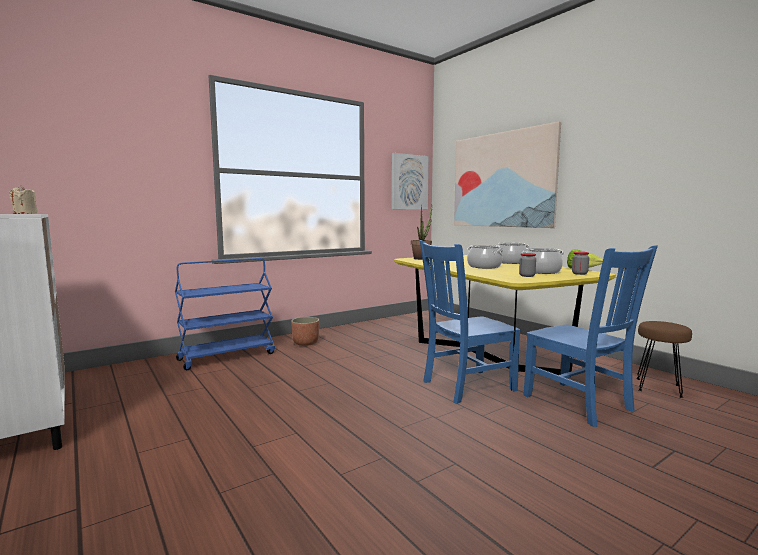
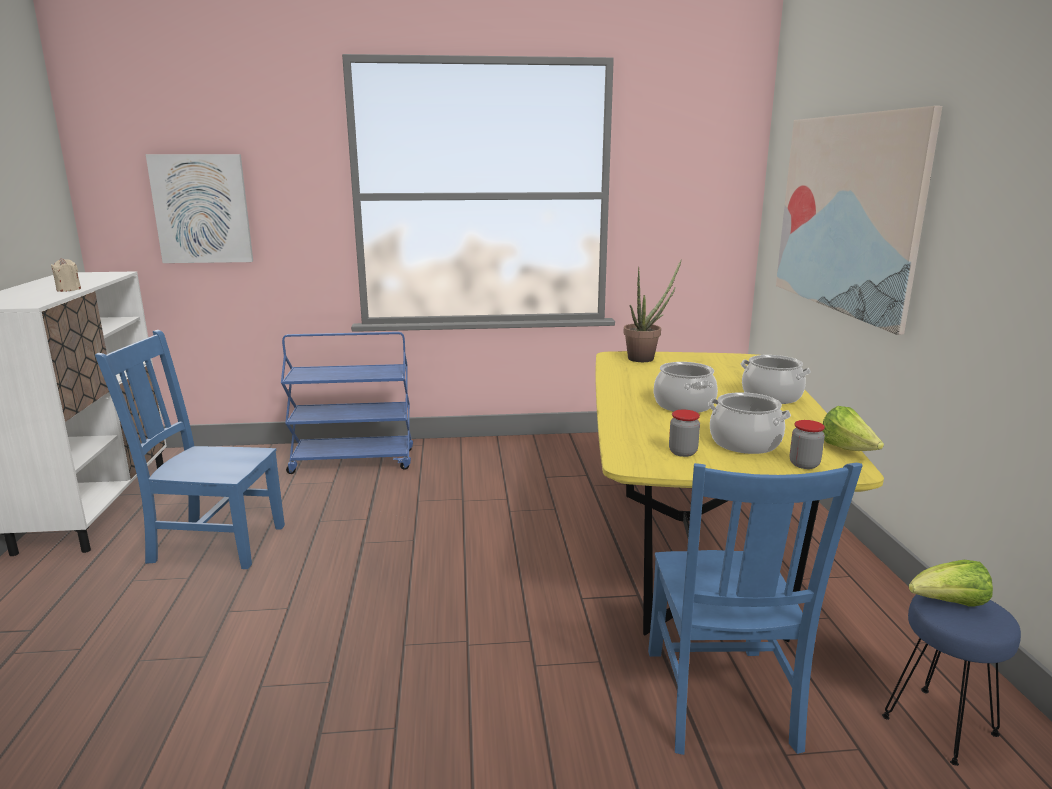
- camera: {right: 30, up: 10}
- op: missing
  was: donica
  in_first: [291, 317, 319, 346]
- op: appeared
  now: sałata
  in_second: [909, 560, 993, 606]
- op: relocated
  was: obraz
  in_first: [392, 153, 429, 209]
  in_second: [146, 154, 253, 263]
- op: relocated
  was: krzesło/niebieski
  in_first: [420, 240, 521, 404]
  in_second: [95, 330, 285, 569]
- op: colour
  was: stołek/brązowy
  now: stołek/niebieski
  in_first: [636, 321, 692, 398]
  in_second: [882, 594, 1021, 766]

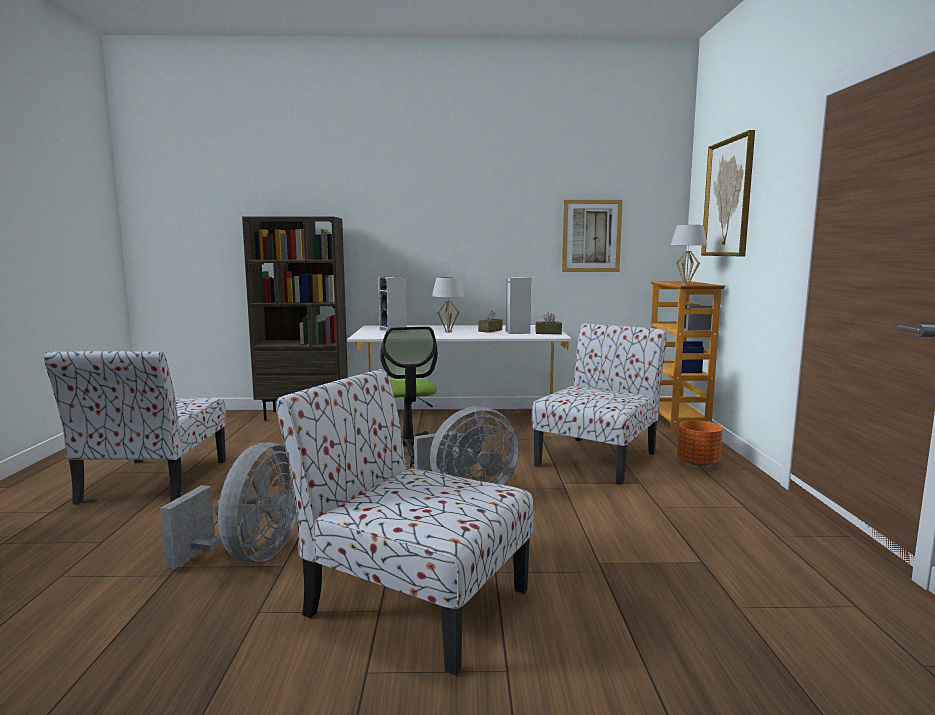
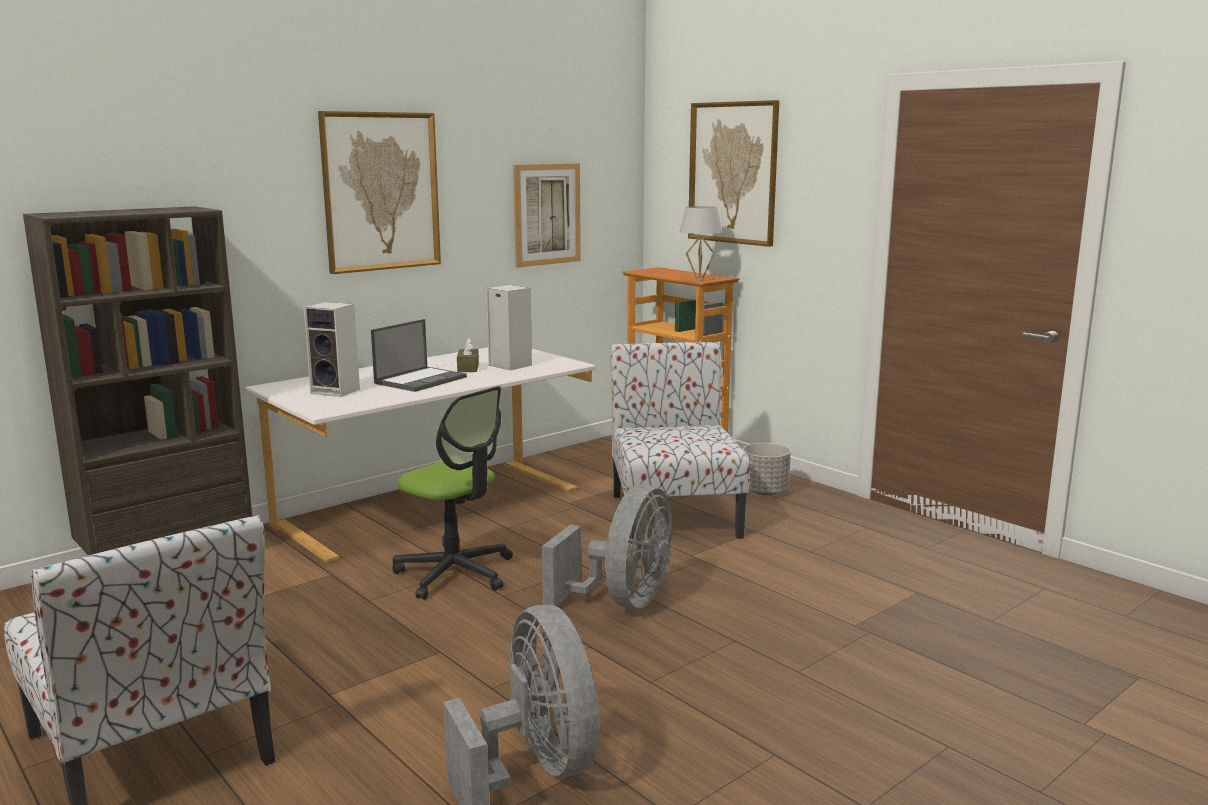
- camera: {right: -40, up: 5}
- op: missing
  was: krzesło
  in_first: [276, 369, 534, 675]
- op: missing
  was: pudełko chusteczek/brązowy
  in_first: [535, 312, 562, 334]
- op: appeared
  now: obraz
  in_second: [318, 111, 441, 274]
- op: exchanged
  was: lampa stołowa/biały
  now: laptop
  in_first: [432, 277, 464, 333]
  in_second: [371, 319, 467, 392]
- op: colour
  was: donica/pomarańczowy
  now: donica/szary
  in_first: [677, 421, 723, 466]
  in_second: [743, 443, 791, 495]

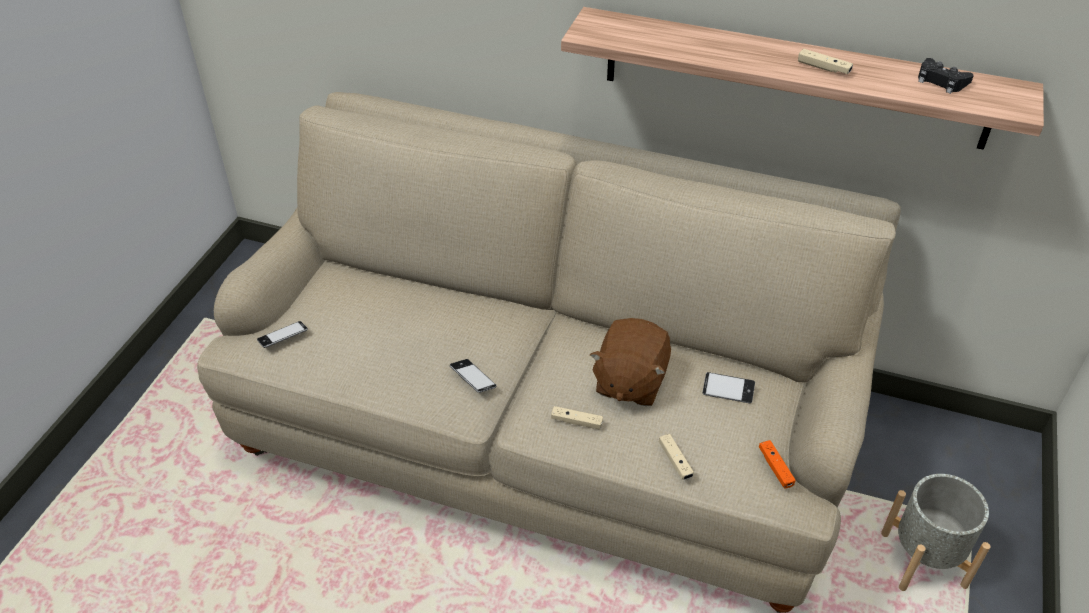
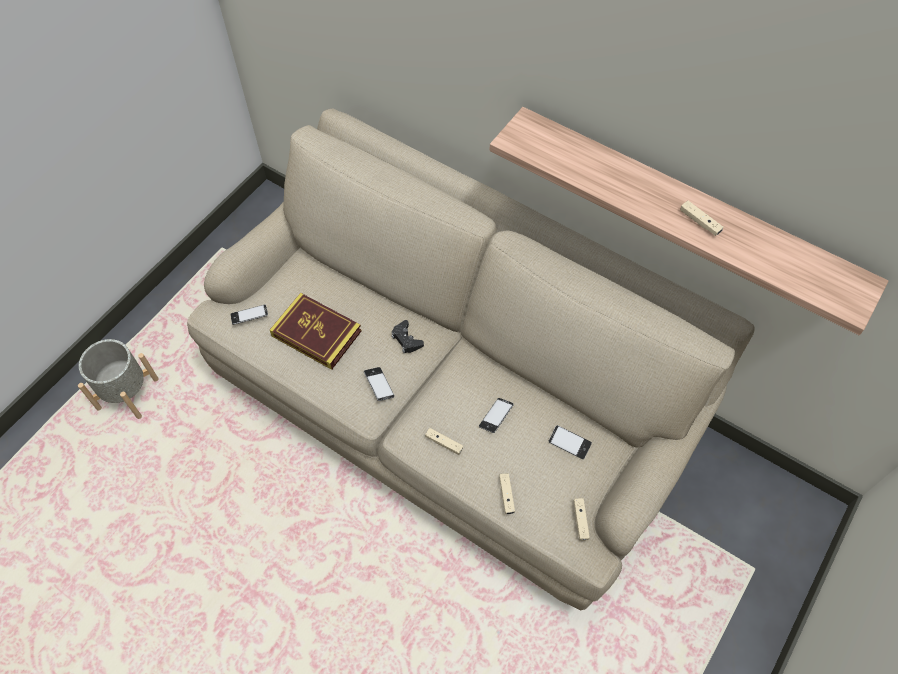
- camera: {right: 15, up: 15}
- op: appeared
  now: książka
  in_second: [270, 293, 362, 370]
- op: relocated
  was: donica/szary
  in_first: [881, 474, 991, 591]
  in_second: [78, 339, 159, 419]
- op: relocated
  was: pad do gier/czarny
  in_first: [918, 58, 974, 94]
  in_second: [392, 320, 424, 353]
- op: exchanged
  was: pluszak/brązowy
  now: telefon
  in_first: [590, 318, 671, 406]
  in_second: [479, 398, 514, 433]
- op: colour
  was: pad do gier/pomarańczowy
  now: pad do gier/beżowy
  in_first: [759, 440, 796, 489]
  in_second: [574, 498, 590, 541]

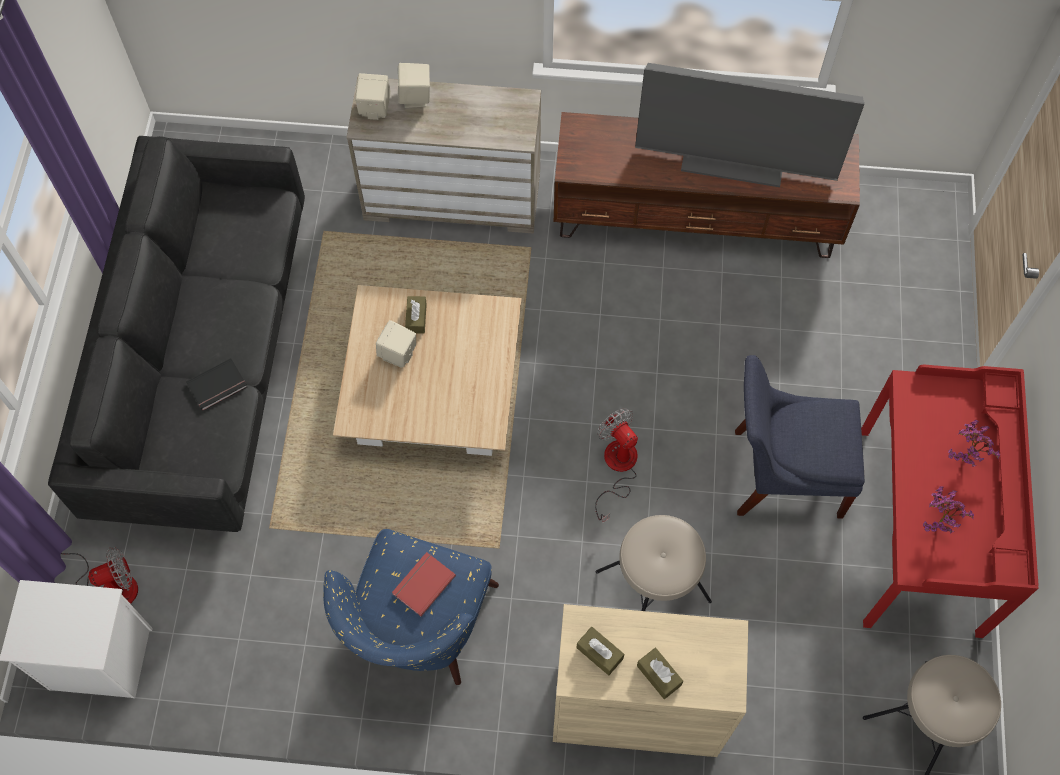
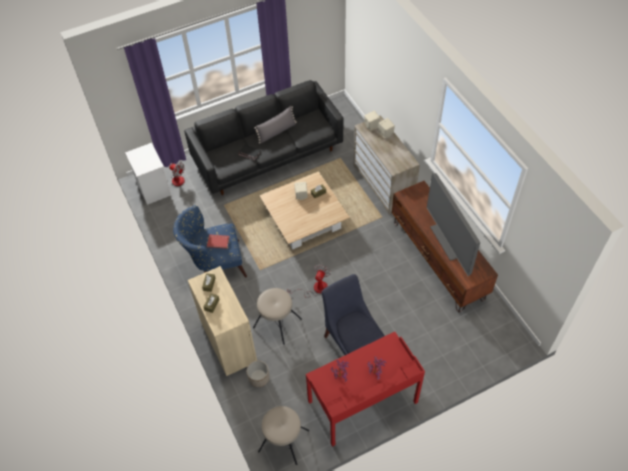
- camera: {right: 60, up: -10}
- op: appeared
  now: donica
  in_second: [247, 360, 270, 387]
- op: appeared
  now: poduszka/szary
  in_second: [254, 106, 297, 143]

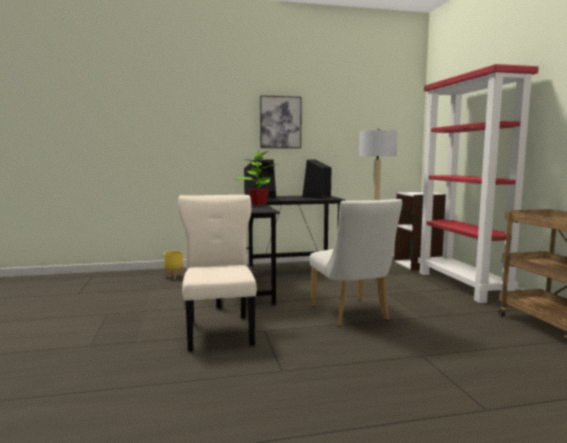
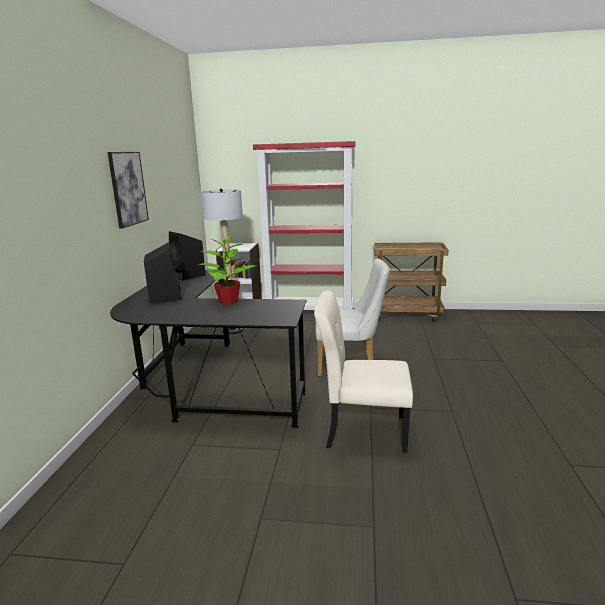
- camera: {right: -70, up: 10}
- op: missing
  was: donica/żółty
  in_first: [164, 251, 184, 280]

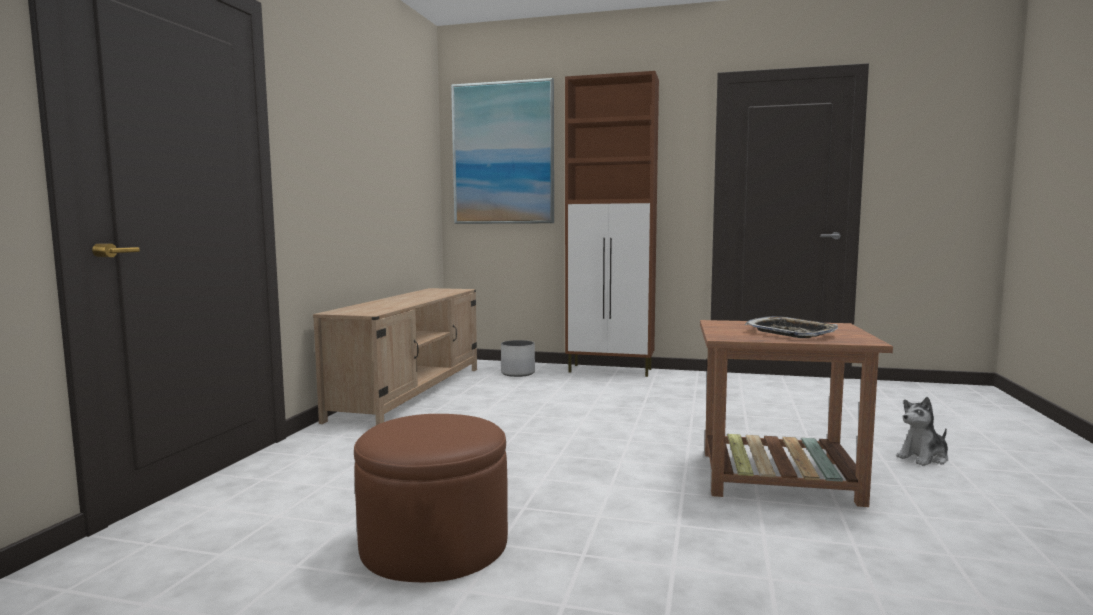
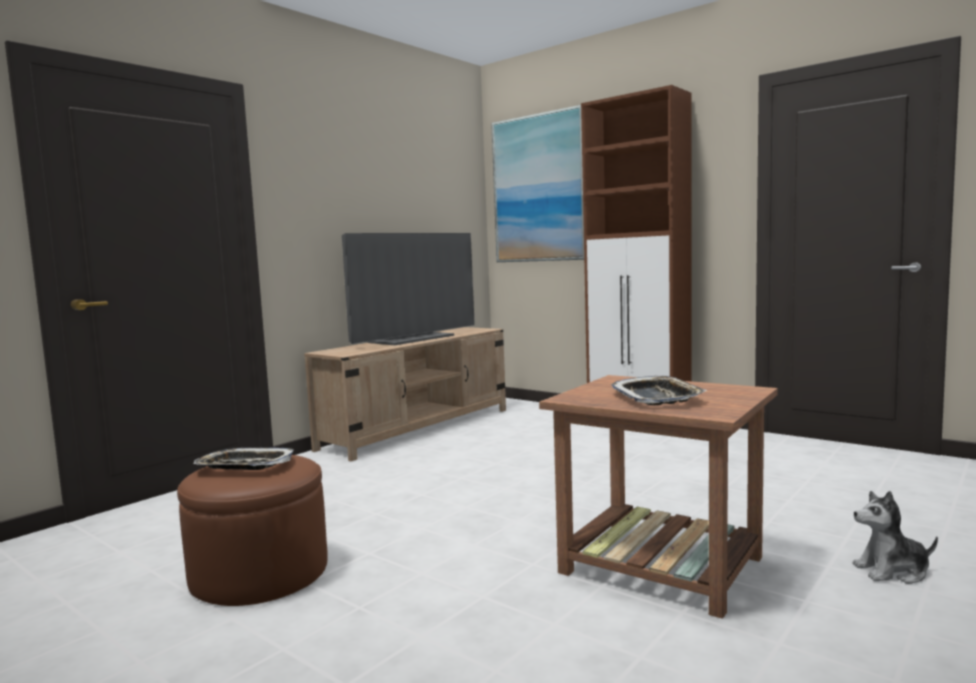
- camera: {right: 25, up: 0}
- op: missing
  was: donica/biały
  in_first: [501, 340, 535, 377]
- op: appeared
  now: taca
  in_second: [194, 448, 293, 470]
- op: appeared
  now: telewizor
  in_second: [342, 233, 475, 345]

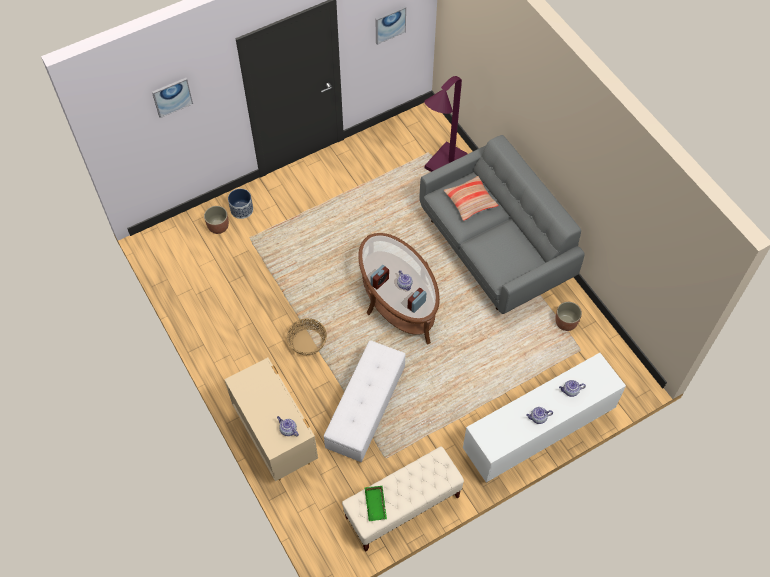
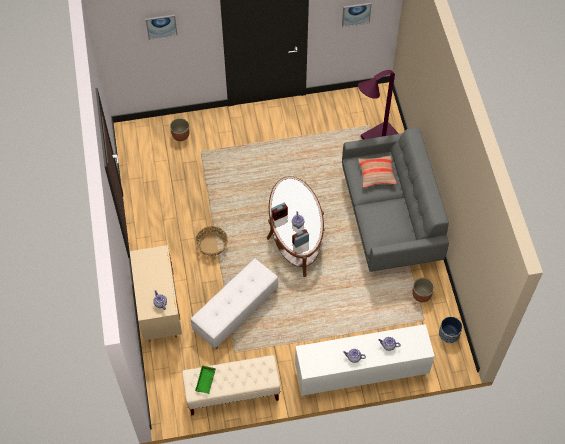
- camera: {right: 20, up: 0}
- op: relocated
  was: donica
  in_first: [228, 189, 253, 219]
  in_second: [439, 317, 462, 344]

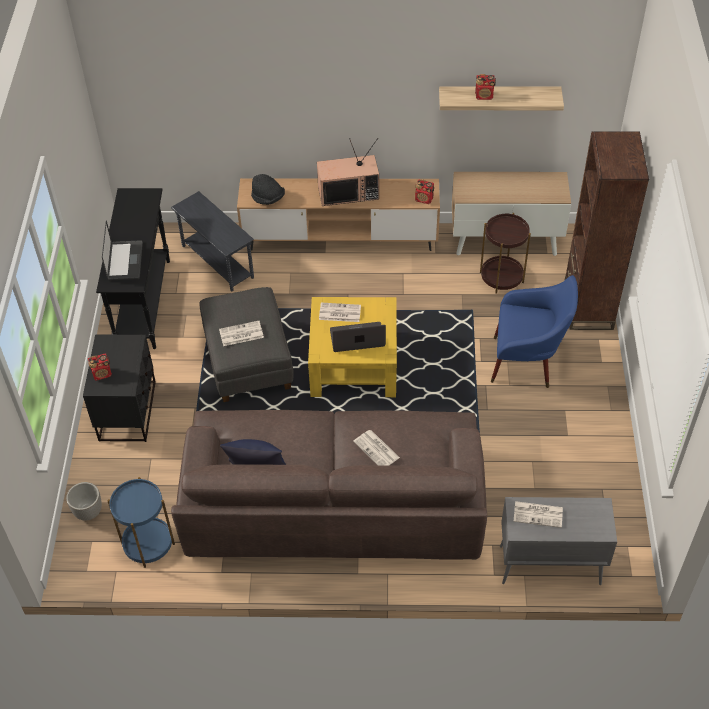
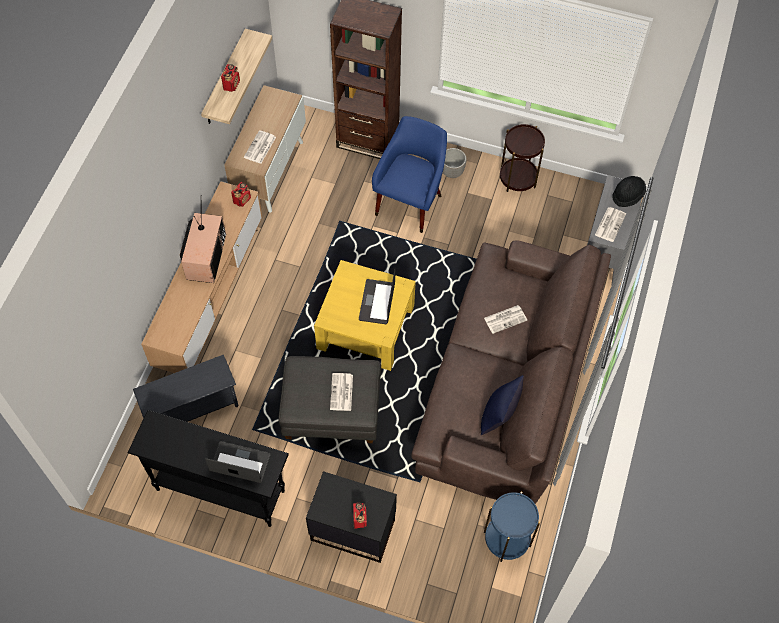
- camera: {right: -75, up: 10}
- op: relocated
  was: donica
  in_first: [66, 482, 102, 520]
  in_second: [443, 148, 467, 178]
- op: relocated
  was: kapelusz/czarny
  in_first: [251, 174, 285, 205]
  in_second: [612, 176, 646, 207]
- op: relocated
  was: gazeta
  in_first: [319, 303, 361, 322]
  in_second: [244, 130, 276, 164]
- op: relocated
  was: stolik/brązowy
  in_first: [480, 213, 531, 293]
  in_second: [500, 124, 545, 192]

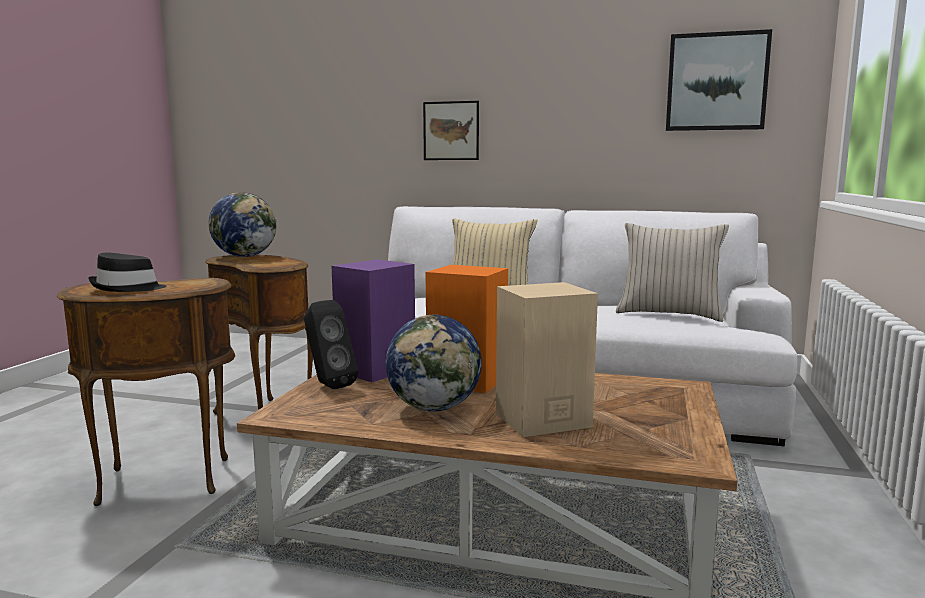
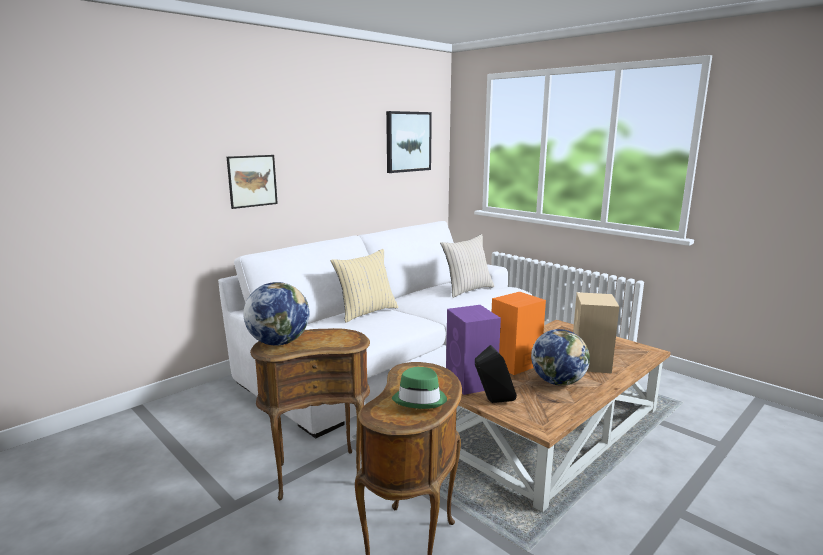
- camera: {right: -60, up: 5}
- op: colour
  was: kapelusz/czarny
  now: kapelusz/zielony
  in_first: [88, 253, 167, 292]
  in_second: [392, 367, 447, 409]

